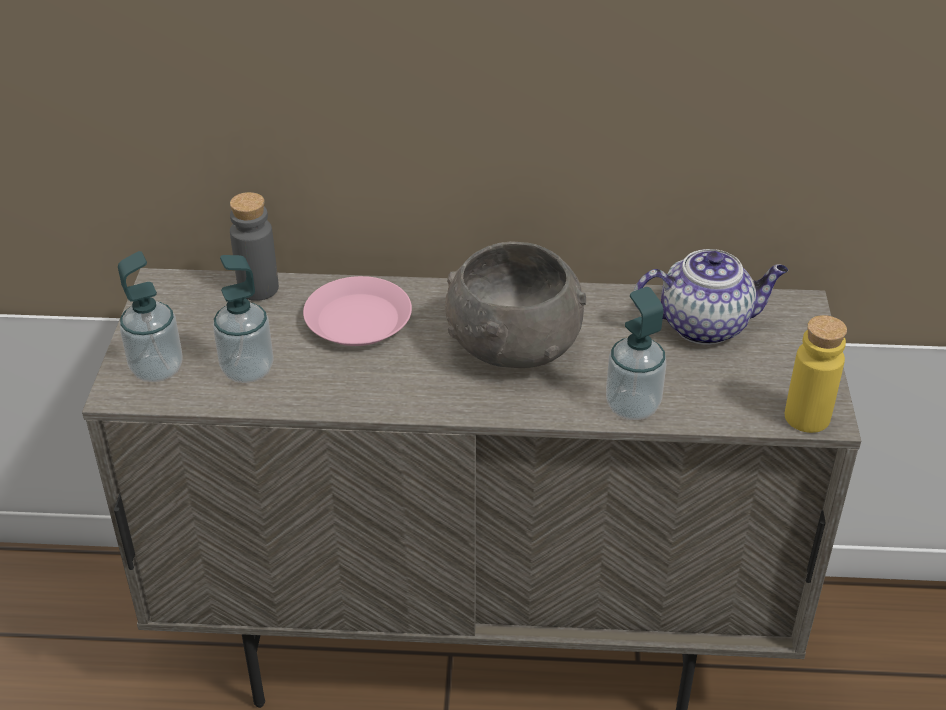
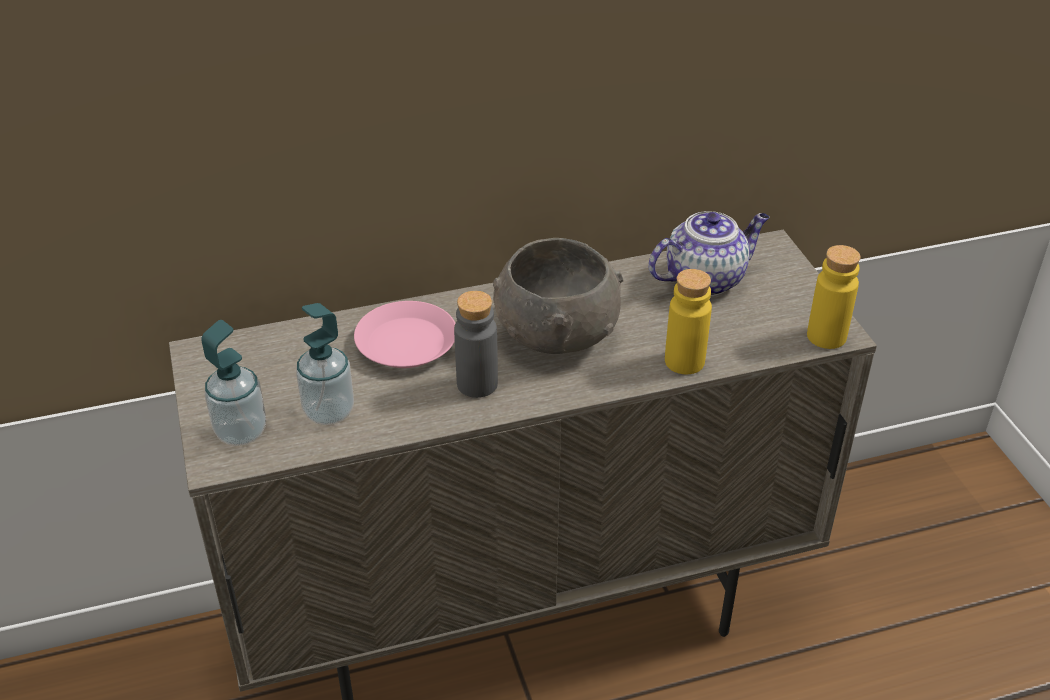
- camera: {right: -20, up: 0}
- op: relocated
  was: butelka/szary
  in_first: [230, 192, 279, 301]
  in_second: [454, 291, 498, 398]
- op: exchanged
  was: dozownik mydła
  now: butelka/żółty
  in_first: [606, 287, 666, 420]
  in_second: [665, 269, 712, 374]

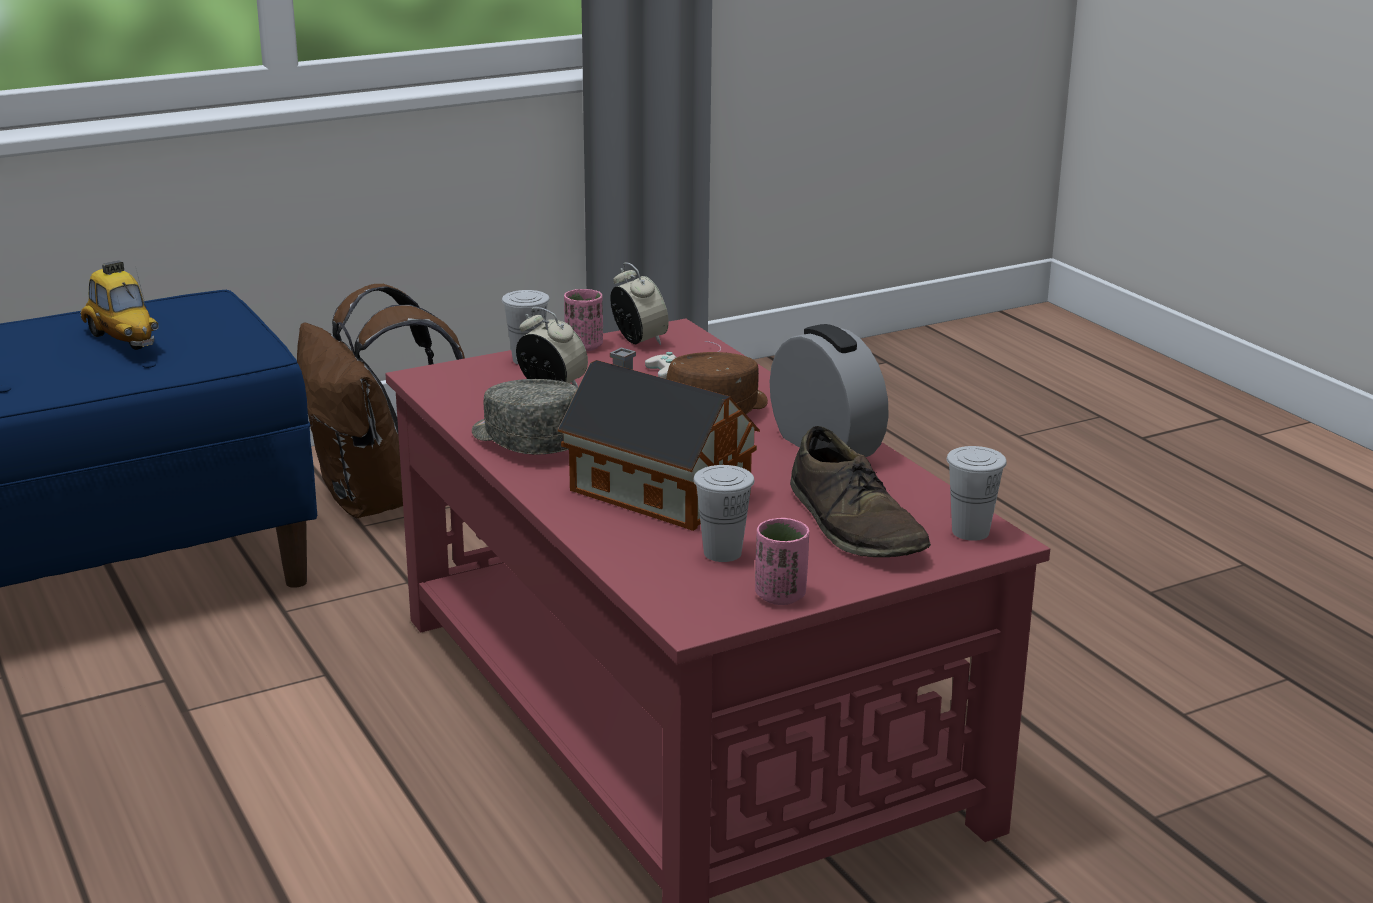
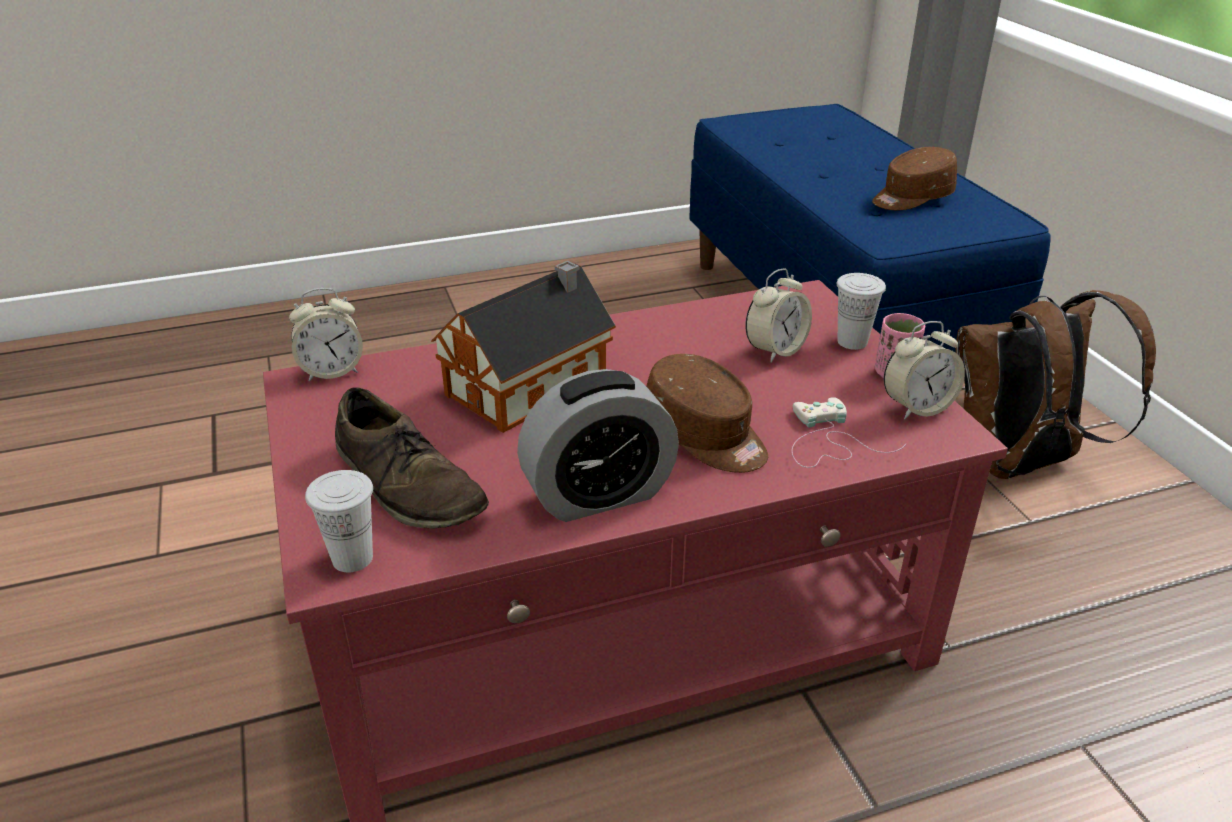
- camera: {right: 100, up: 10}
- op: missing
  was: czapka z daszkiem/szary
  in_first: [472, 379, 577, 455]
- op: missing
  was: filiżanka/biały
  in_first: [694, 465, 754, 562]
- op: missing
  was: filiżanka/różowy
  in_first: [755, 518, 809, 605]
- op: appeared
  now: budzik
  in_second: [289, 288, 363, 381]
- op: exchanged
  was: samochodzik
  now: czapka z daszkiem/brązowy
  in_first: [80, 260, 159, 350]
  in_second: [872, 147, 957, 210]
- op: spun
  was: but/brązowy
  in_first: [790, 426, 931, 557]
  in_second: [335, 387, 489, 529]
  clockwise: -120

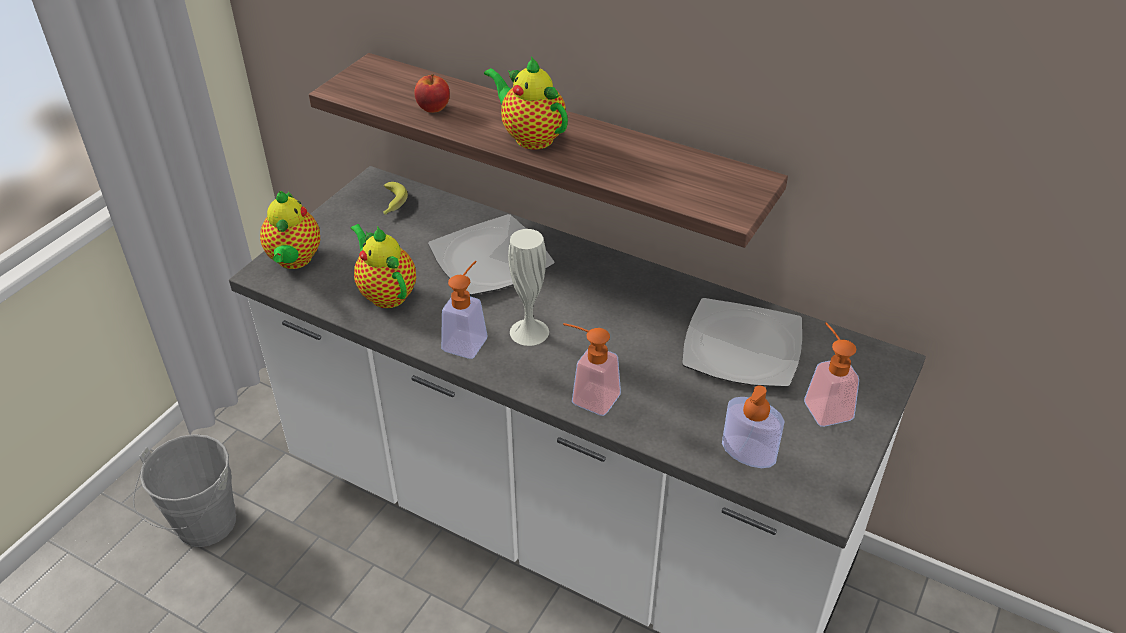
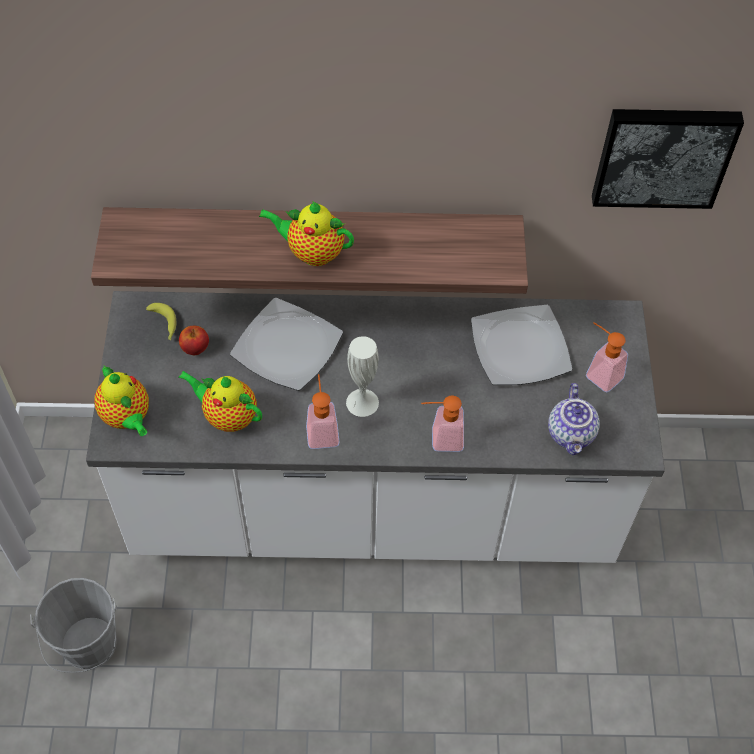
- camera: {right: -30, up: 15}
- op: appeared
  now: obraz
  in_second: [592, 109, 744, 209]
- op: relocated
  was: jabłko
  in_first: [414, 74, 450, 113]
  in_second: [179, 326, 209, 355]
- op: exchanged
  was: dozownik mydła
  now: imbryk
  in_first: [722, 386, 785, 468]
  in_second: [548, 383, 600, 455]

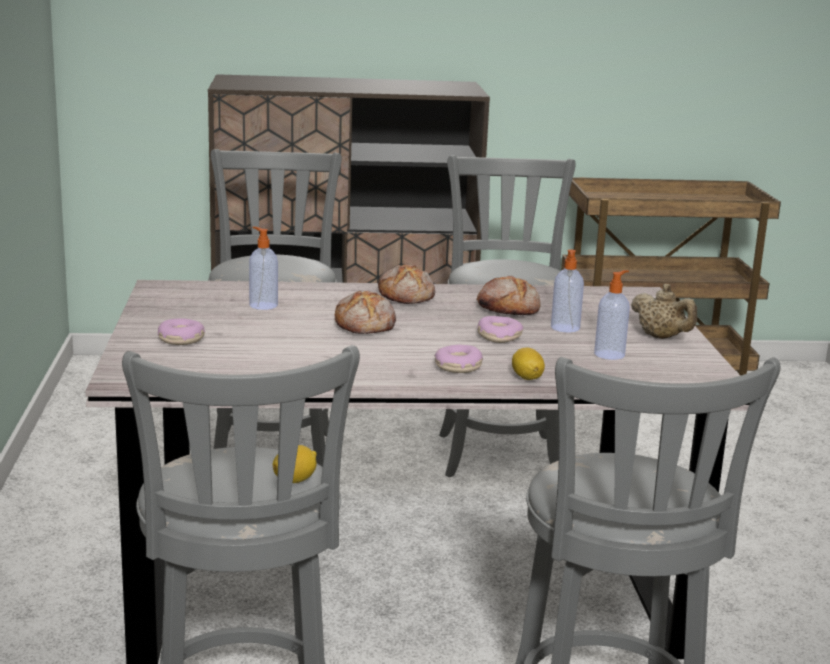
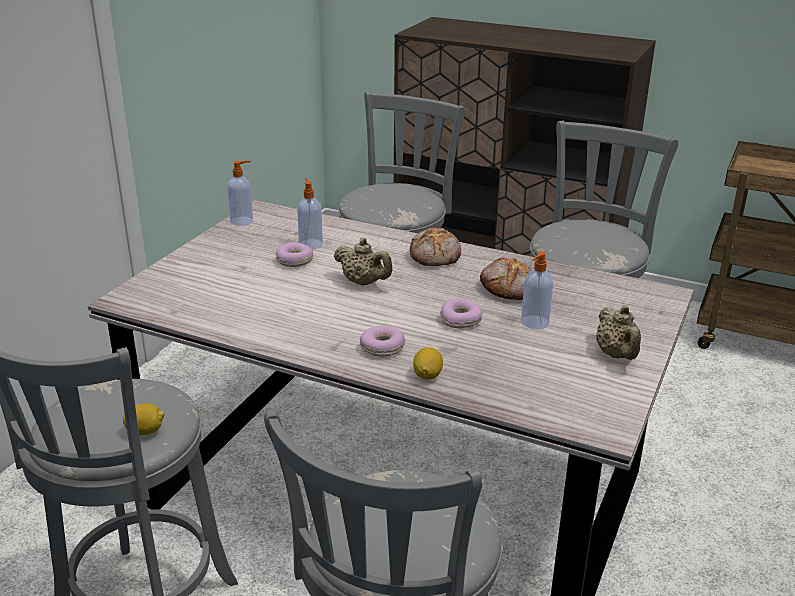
- camera: {right: 30, up: 10}
- op: relocated
  was: donut
  in_first: [158, 318, 205, 345]
  in_second: [276, 243, 313, 267]
- op: relocated
  was: dozownik mydła
  in_first: [594, 270, 630, 360]
  in_second: [227, 161, 253, 226]
- op: exchanged
  was: chleb
  now: imbryk/beżowy
  in_first: [335, 291, 396, 334]
  in_second: [334, 238, 392, 286]

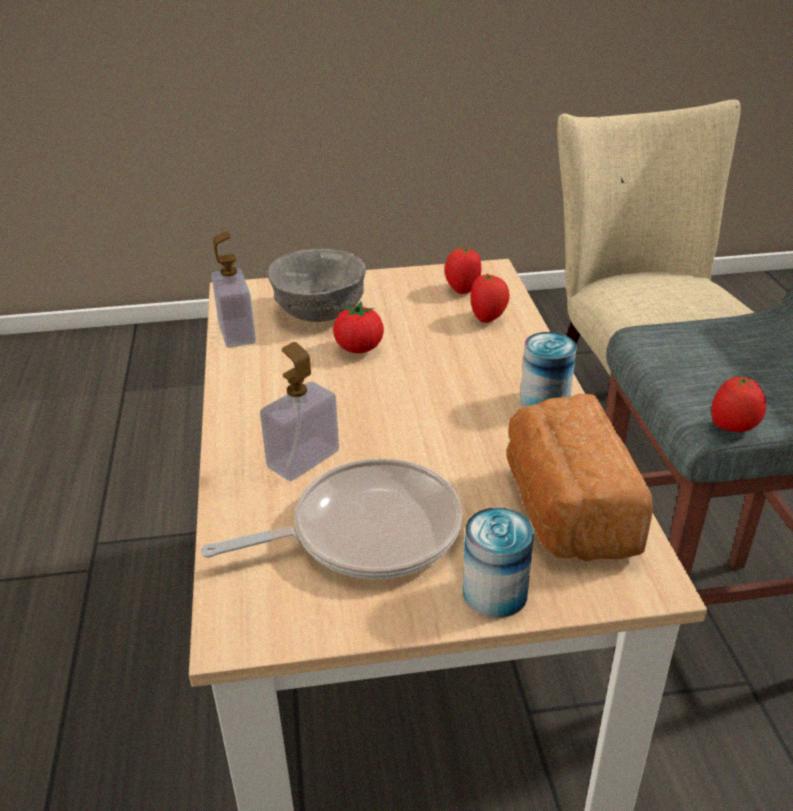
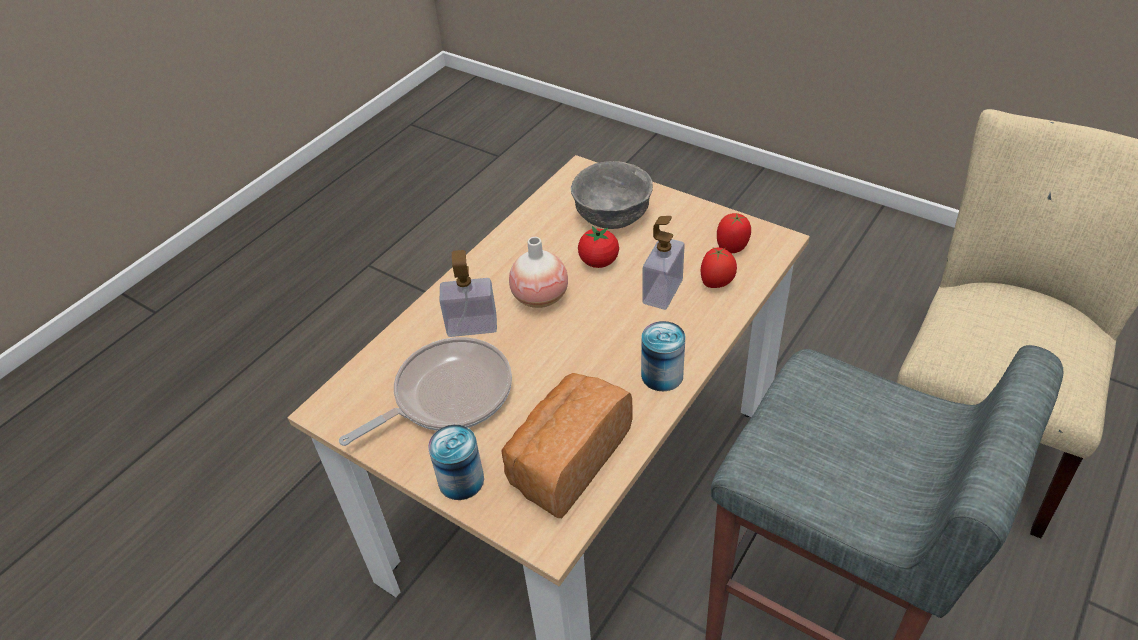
- camera: {right: 45, up: 10}
- op: missing
  was: pomidor
  in_first: [711, 376, 766, 432]
- op: appeared
  now: wazon
  in_second: [509, 237, 568, 308]
- op: relocated
  was: dozownik mydła
  in_first: [212, 231, 256, 348]
  in_second: [642, 216, 685, 310]
- op: spun
  was: patelnia
  in_first: [201, 458, 462, 579]
  in_second: [339, 337, 512, 446]
  clockwise: -60

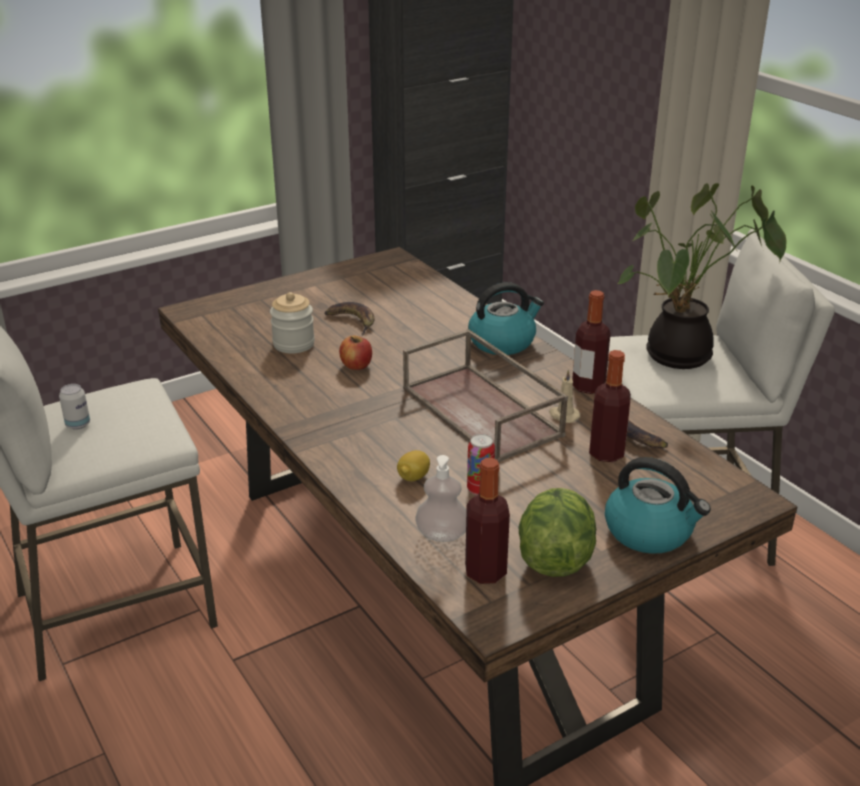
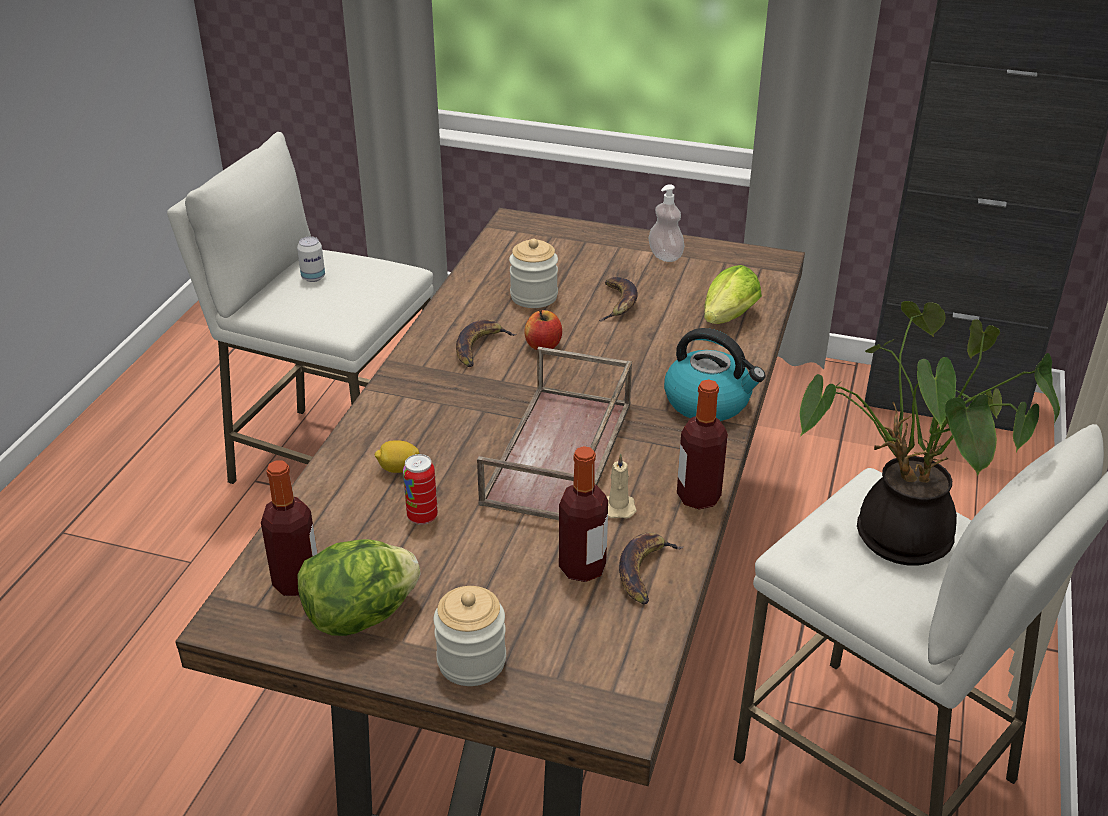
- camera: {right: 50, up: 5}
- op: appeared
  now: banan
  in_second: [456, 319, 516, 367]
- op: appeared
  now: sałata
  in_second: [704, 265, 762, 324]
- op: relocated
  was: dozownik mydła
  in_first: [416, 455, 467, 542]
  in_second: [649, 184, 684, 262]
- op: exchanged
  was: czajnik
  now: słoik
  in_first: [605, 457, 711, 554]
  in_second: [434, 586, 506, 686]

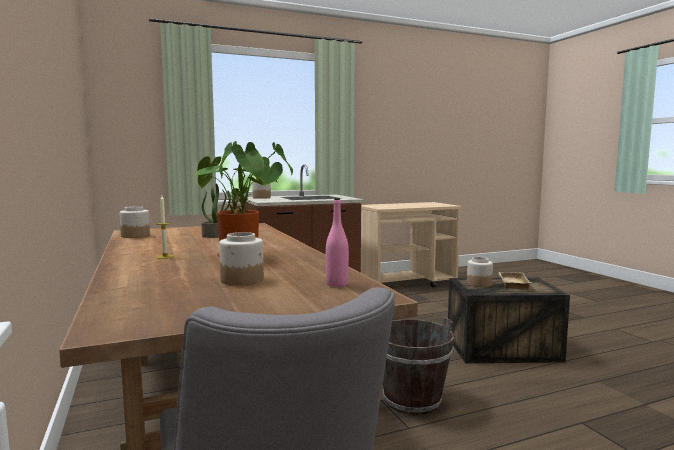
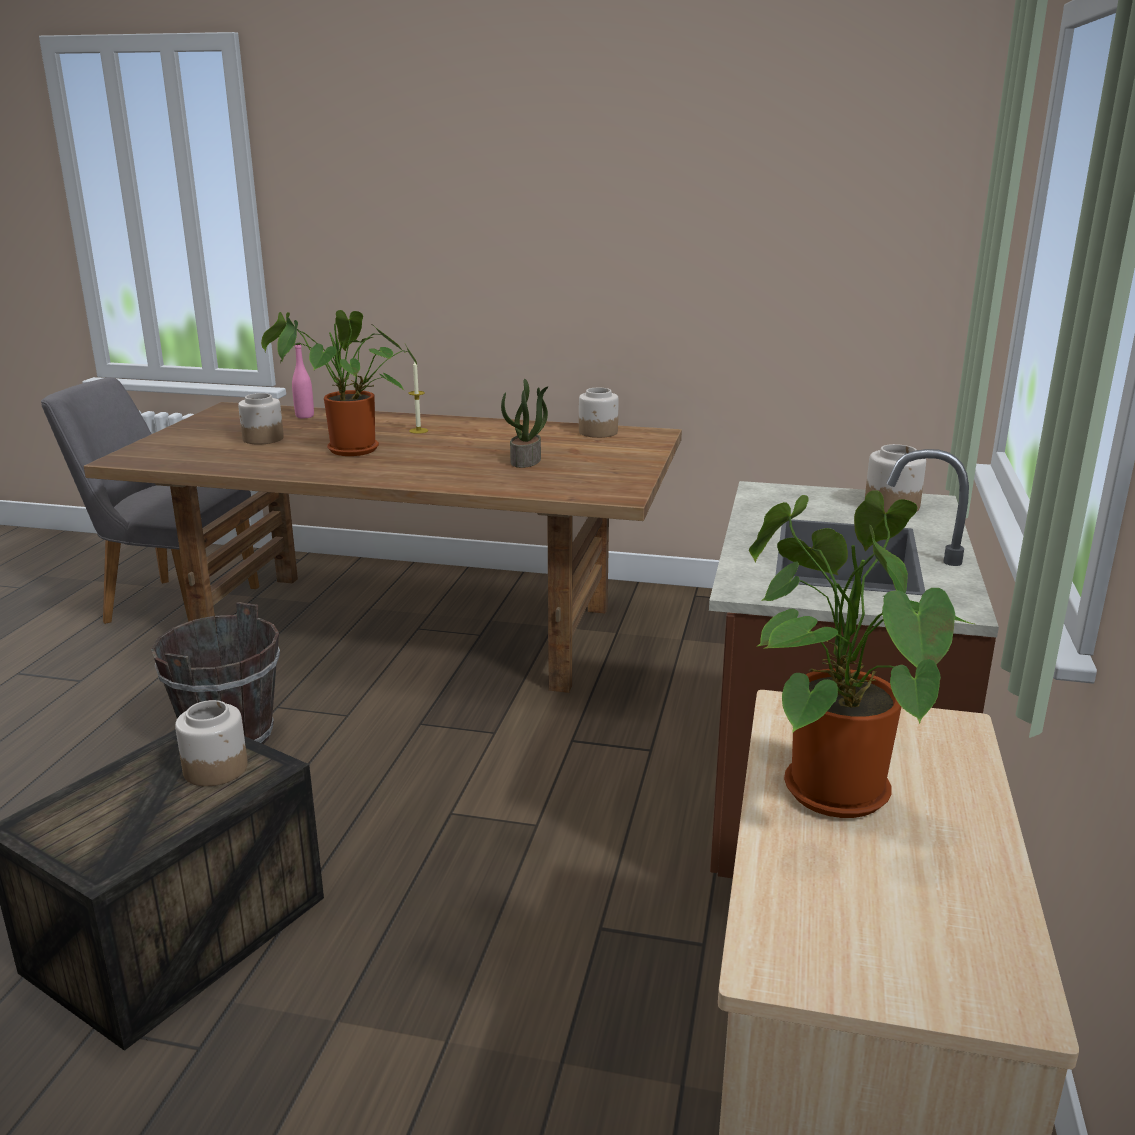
- camera: {right: 125, up: 15}
- op: missing
  was: taca/beżowy
  in_first: [498, 272, 531, 289]
- op: appeared
  now: roślina doniczkowa
  in_second: [749, 490, 974, 818]
- op: relocated
  was: butelka/różowy
  in_first: [326, 198, 349, 287]
  in_second: [292, 343, 314, 418]

